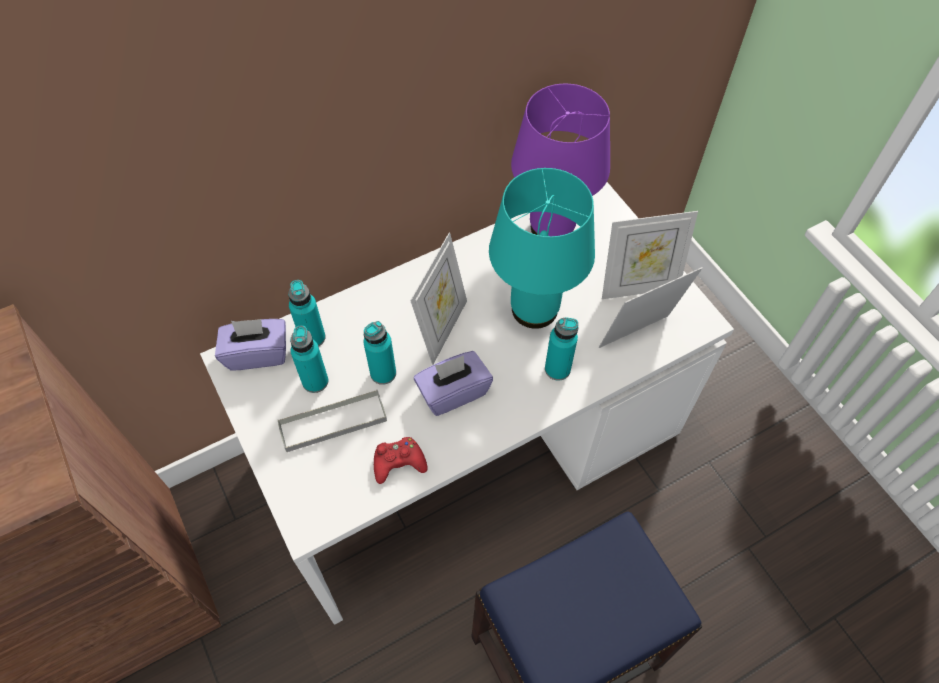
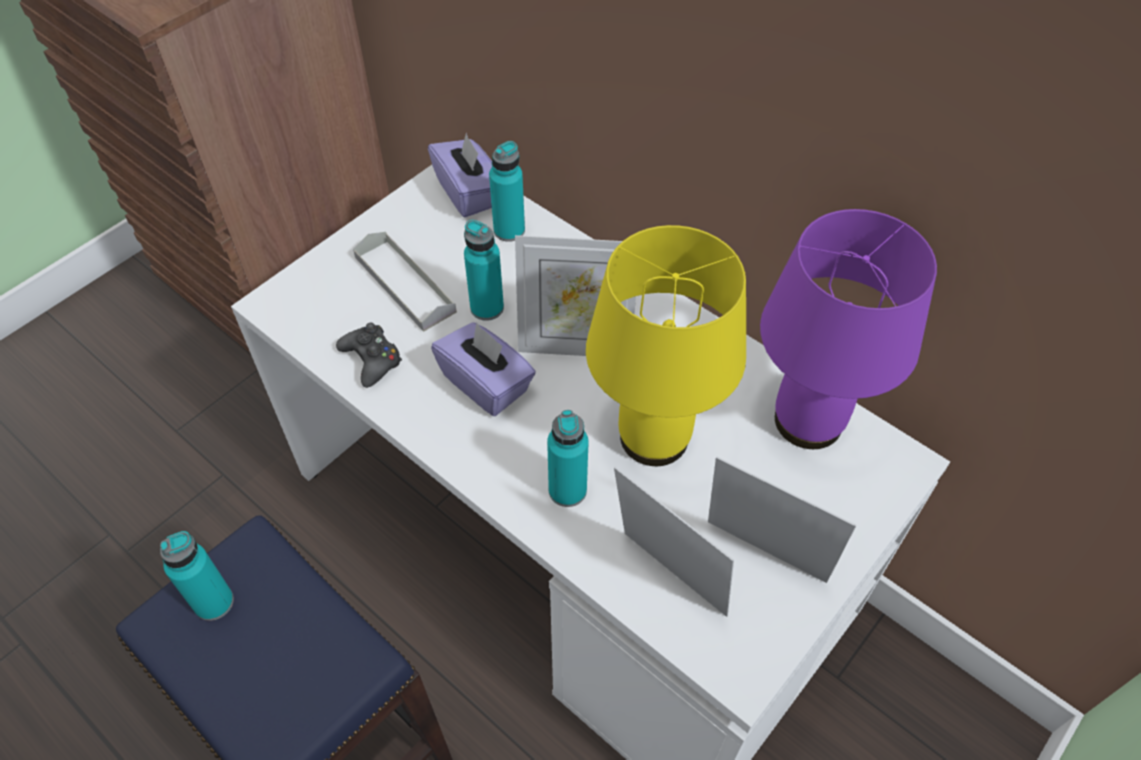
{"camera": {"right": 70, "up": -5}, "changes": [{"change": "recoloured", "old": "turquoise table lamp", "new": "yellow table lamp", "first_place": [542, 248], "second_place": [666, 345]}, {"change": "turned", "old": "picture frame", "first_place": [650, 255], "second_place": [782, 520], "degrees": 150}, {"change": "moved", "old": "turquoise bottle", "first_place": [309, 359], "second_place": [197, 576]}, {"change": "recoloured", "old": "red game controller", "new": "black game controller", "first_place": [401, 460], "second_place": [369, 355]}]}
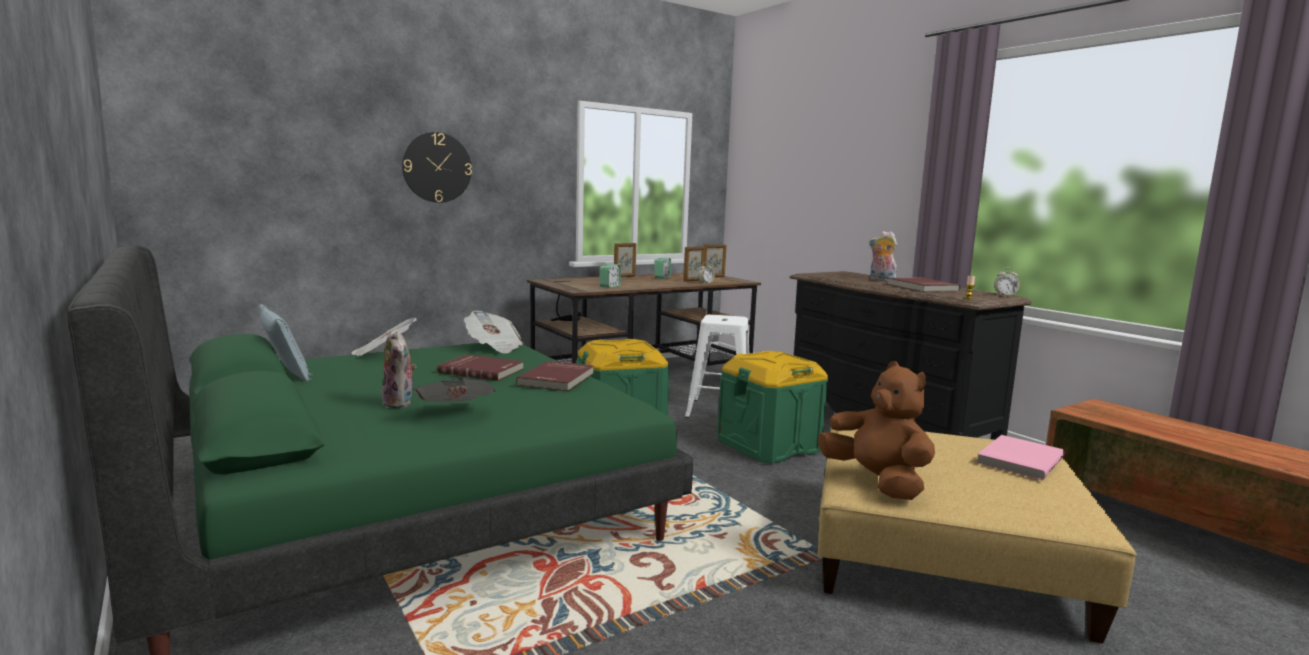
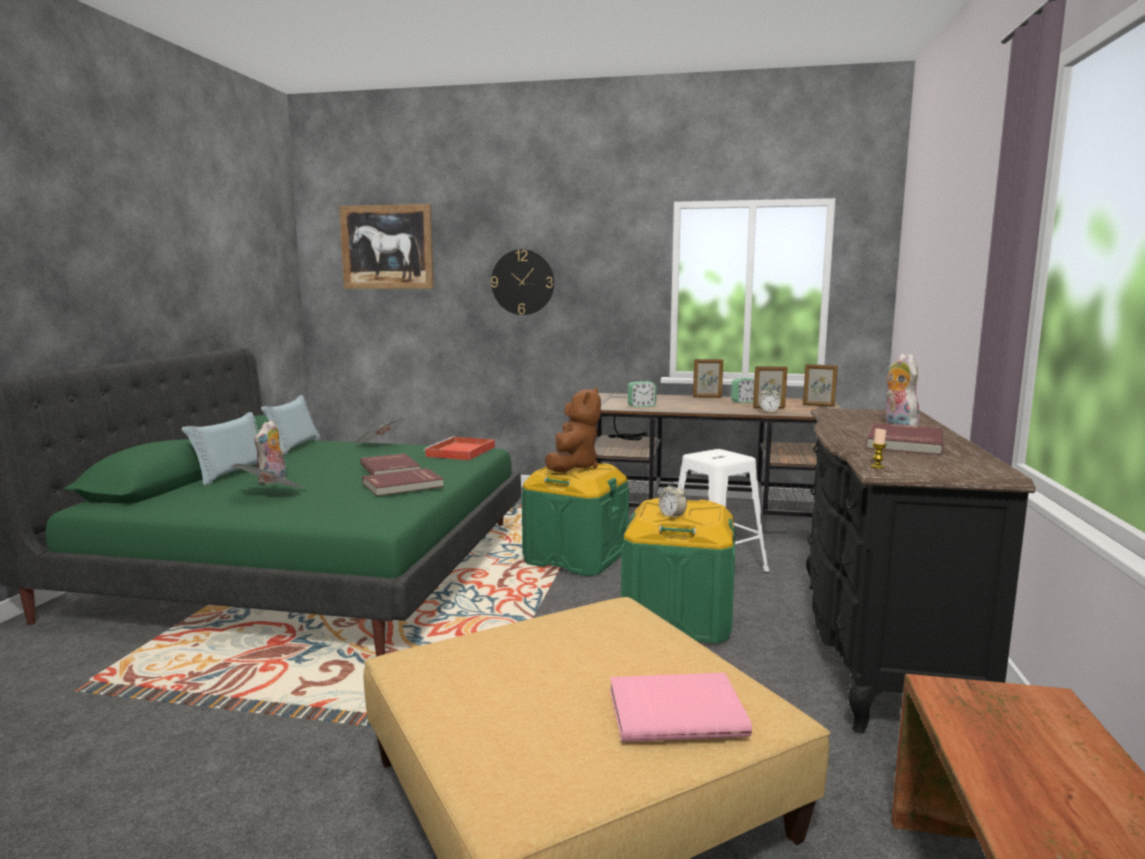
{"camera": {"right": 45, "up": 0}, "changes": [{"change": "moved", "old": "alarm clock", "first_place": [1007, 282], "second_place": [672, 500]}, {"change": "replaced", "old": "newspaper", "new": "red tray", "first_place": [494, 332], "second_place": [459, 448]}, {"change": "moved", "old": "brown plush toy", "first_place": [876, 430], "second_place": [573, 430]}, {"change": "added", "new": "picture", "second_place": [386, 246]}, {"change": "added", "new": "blue pillow", "second_place": [220, 449]}]}
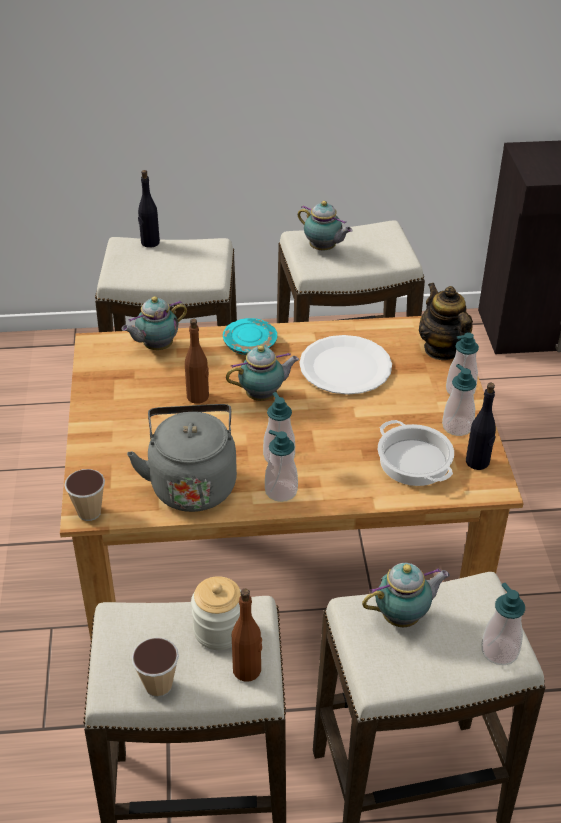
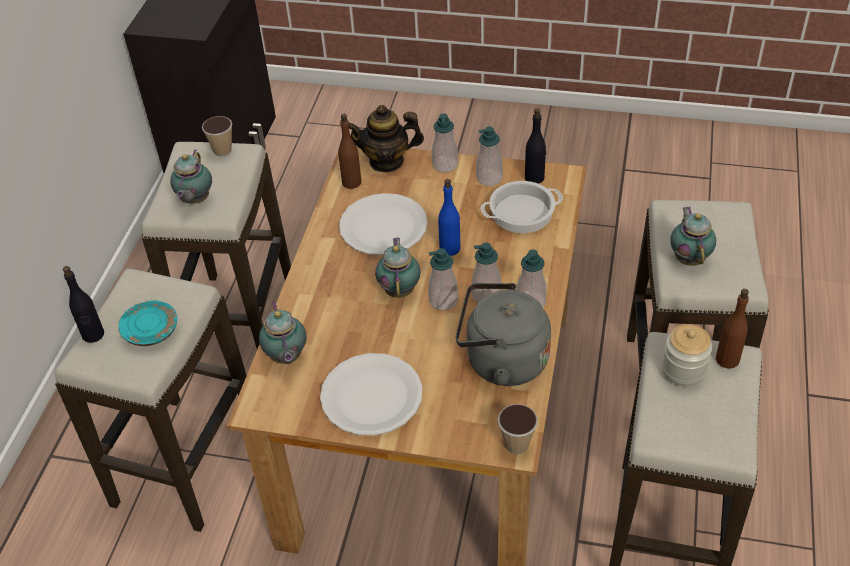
{"camera": {"right": -70, "up": 5}, "changes": [{"change": "turned", "old": "teapot", "first_place": [325, 225], "second_place": [191, 176], "degrees": 135}, {"change": "moved", "old": "turquoise plate", "first_place": [250, 336], "second_place": [148, 323]}, {"change": "moved", "old": "brown bottle", "first_place": [197, 361], "second_place": [350, 151]}, {"change": "moved", "old": "soap dispenser", "first_place": [503, 624], "second_place": [443, 279]}, {"change": "moved", "old": "cup", "first_place": [155, 667], "second_place": [217, 136]}, {"change": "added", "new": "blue bottle", "second_place": [449, 217]}, {"change": "added", "new": "white plate", "second_place": [371, 394]}]}
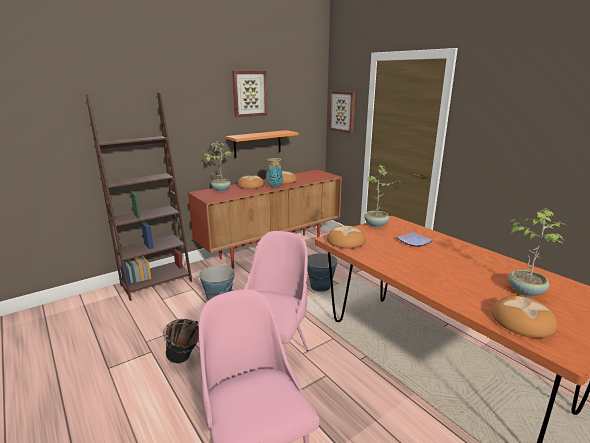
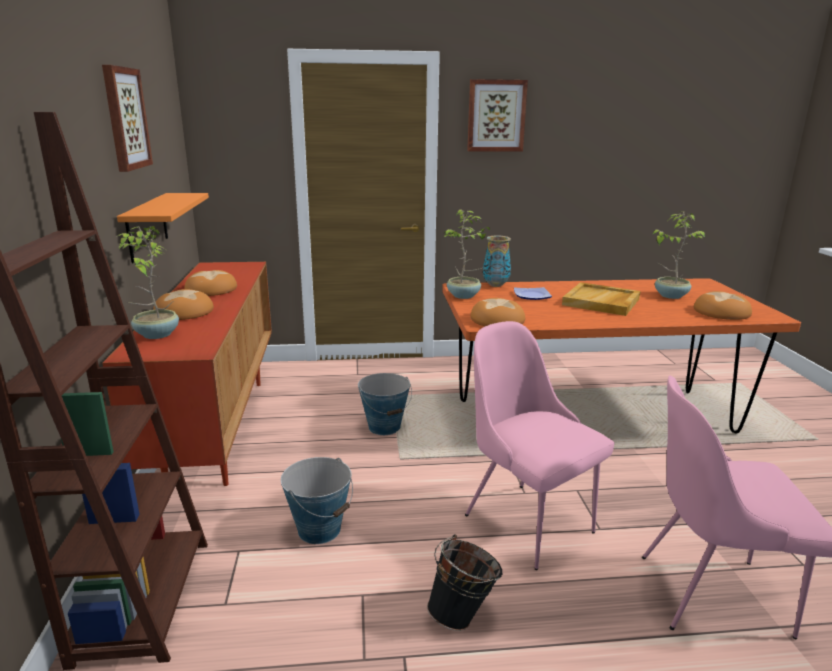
{"camera": {"right": -60, "up": 0}, "changes": [{"change": "moved", "old": "picture", "first_place": [342, 112], "second_place": [497, 115]}, {"change": "moved", "old": "vase", "first_place": [274, 173], "second_place": [497, 261]}, {"change": "added", "new": "beige tray", "second_place": [601, 299]}]}
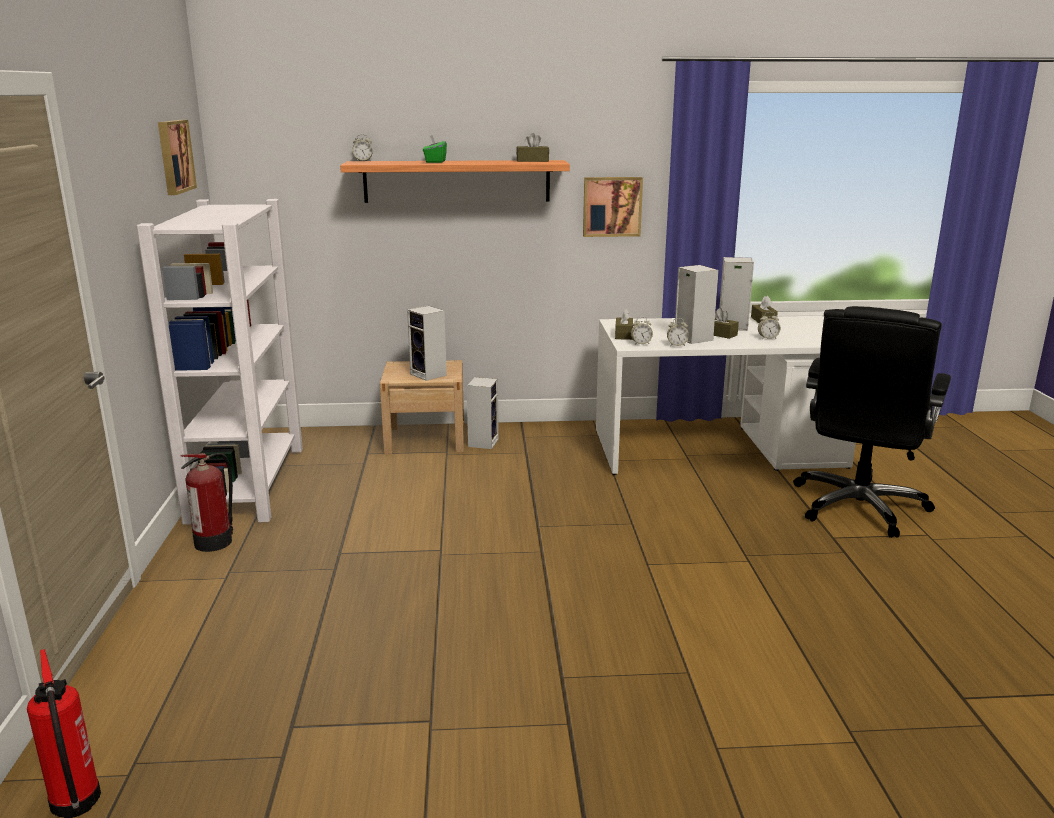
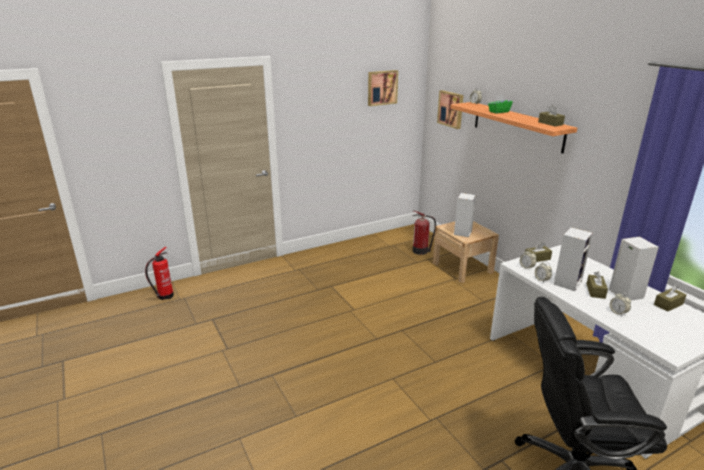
{"camera": {"right": 65, "up": 5}, "changes": [{"change": "moved", "old": "picture", "first_place": [613, 207], "second_place": [450, 109]}, {"change": "removed", "old": "white bookcase", "first_place": [219, 362]}, {"change": "removed", "old": "speaker", "first_place": [483, 413]}, {"change": "moved", "old": "fire extinguisher", "first_place": [206, 502], "second_place": [424, 232]}]}
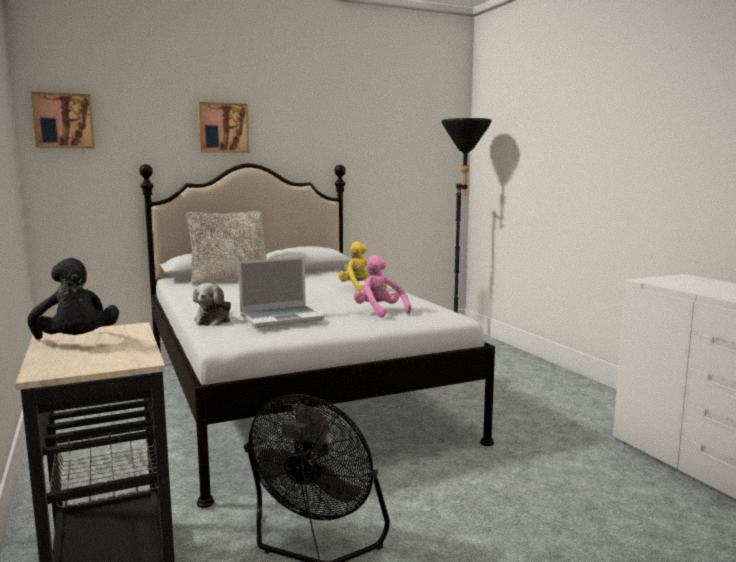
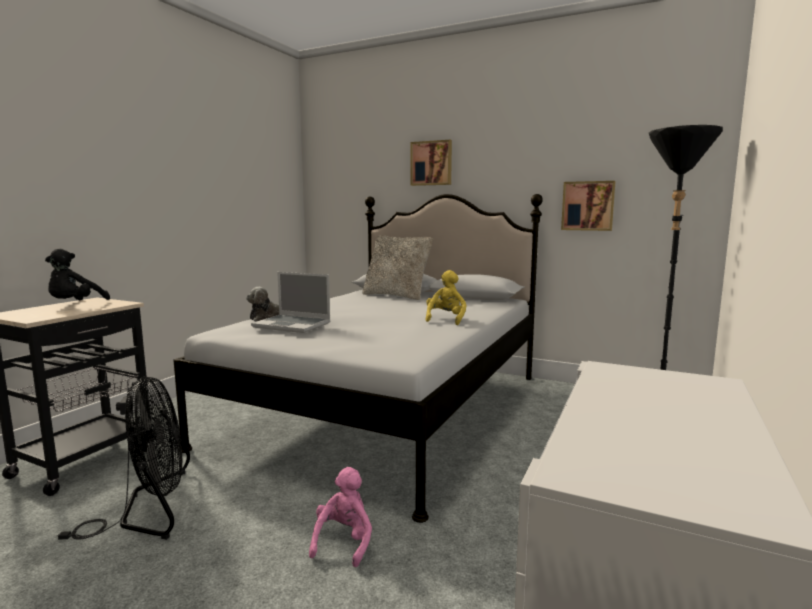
{"camera": {"right": 50, "up": 0}, "changes": [{"change": "moved", "old": "picture", "first_place": [63, 120], "second_place": [588, 206]}, {"change": "moved", "old": "pink plush toy", "first_place": [382, 286], "second_place": [340, 517]}]}
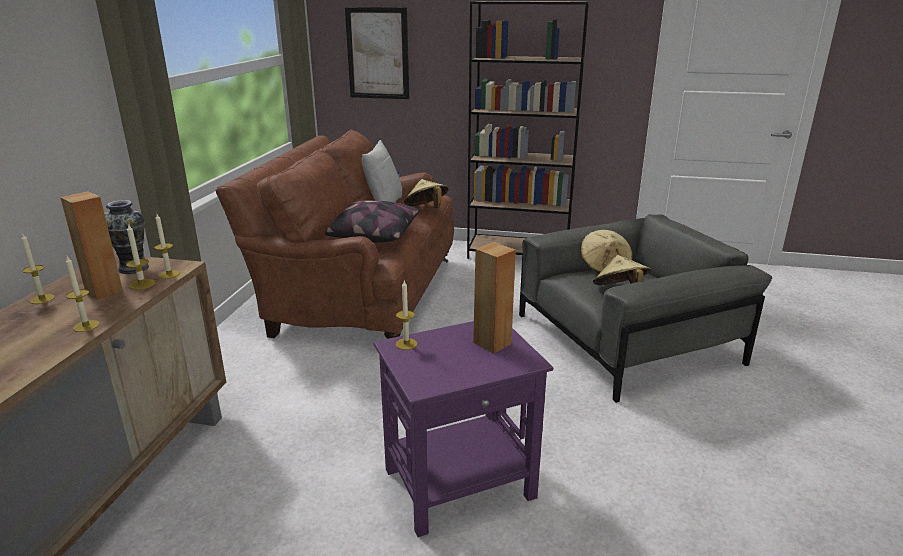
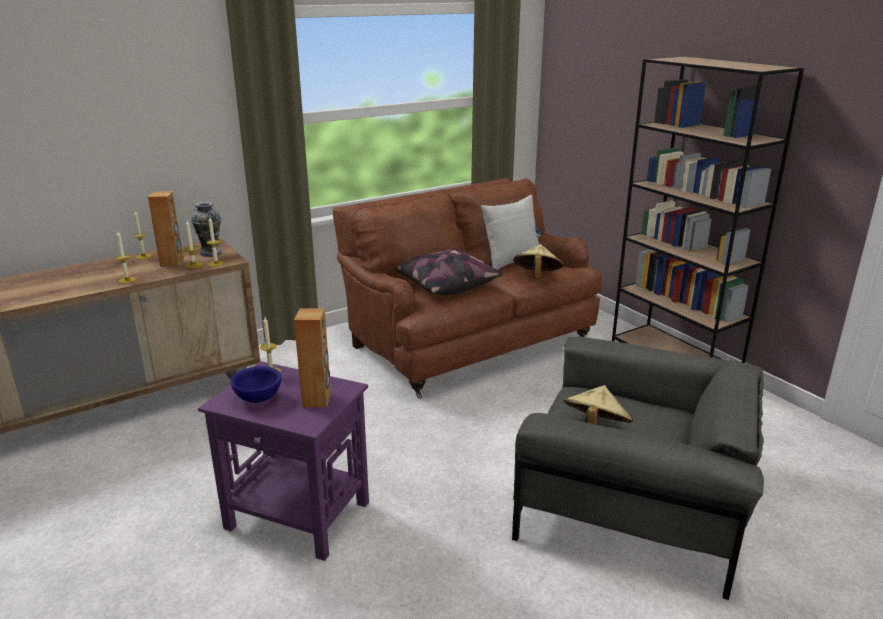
{"camera": {"right": 45, "up": 0}, "changes": [{"change": "removed", "old": "picture", "first_place": [377, 53]}, {"change": "removed", "old": "beige hat", "first_place": [606, 252]}, {"change": "added", "new": "blue bowl", "second_place": [256, 384]}]}
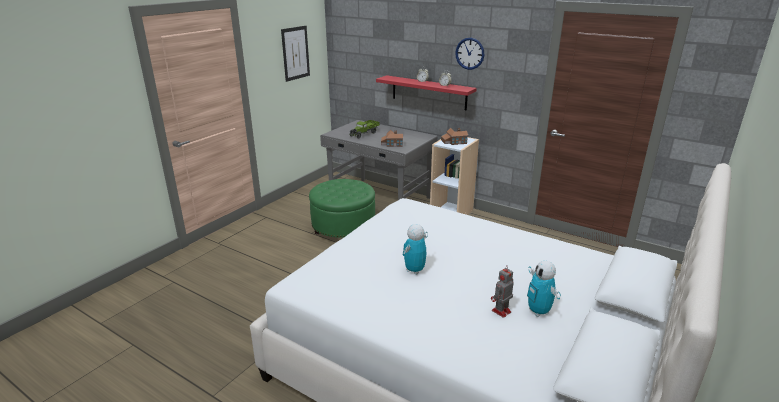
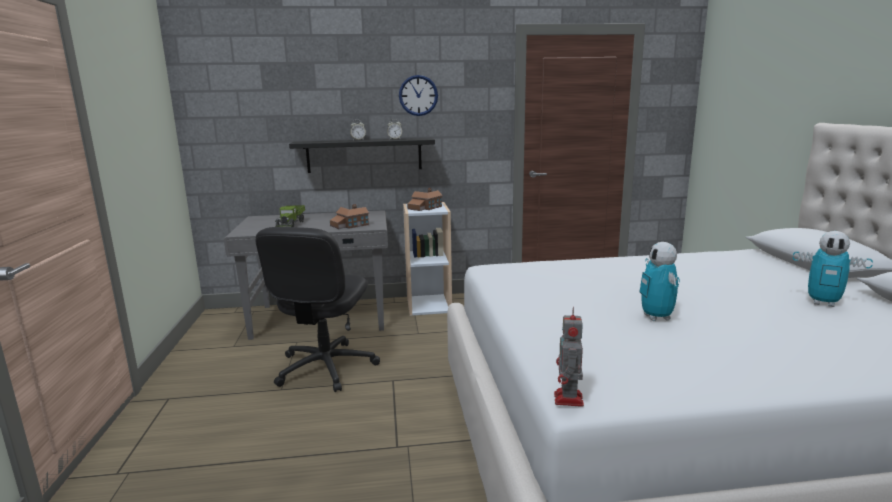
{"camera": {"right": -40, "up": -10}, "changes": [{"change": "removed", "old": "picture", "first_place": [295, 54]}, {"change": "recoloured", "old": "red shelf", "new": "black shelf", "first_place": [426, 93], "second_place": [362, 155]}, {"change": "replaced", "old": "green ottoman", "new": "black office chair", "first_place": [342, 208], "second_place": [317, 309]}, {"change": "moved", "old": "toy robot", "first_place": [502, 291], "second_place": [569, 357]}]}
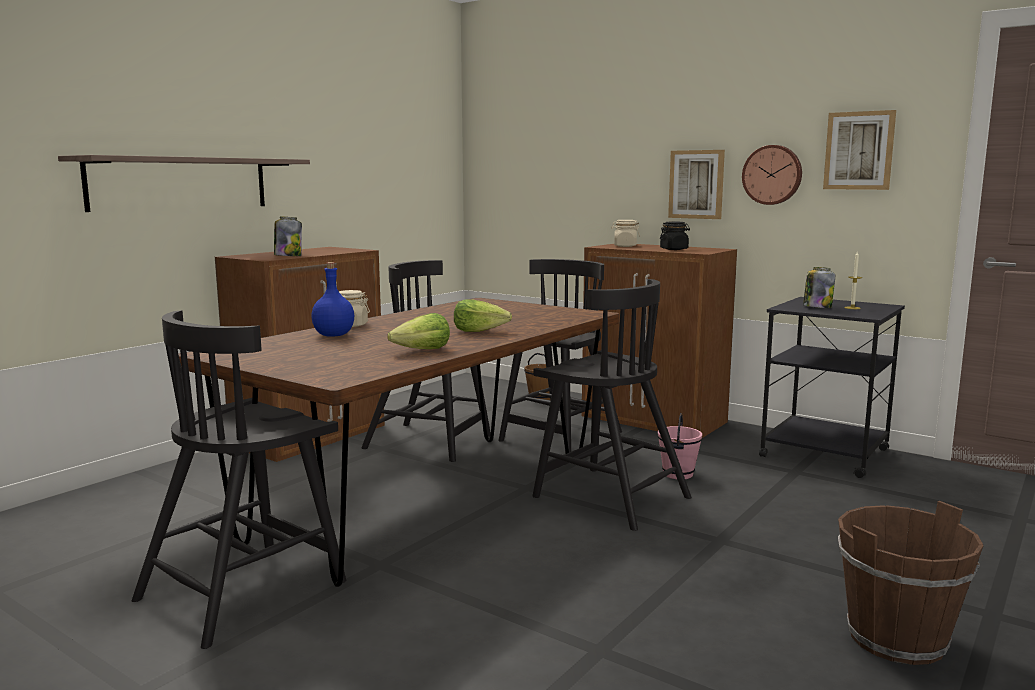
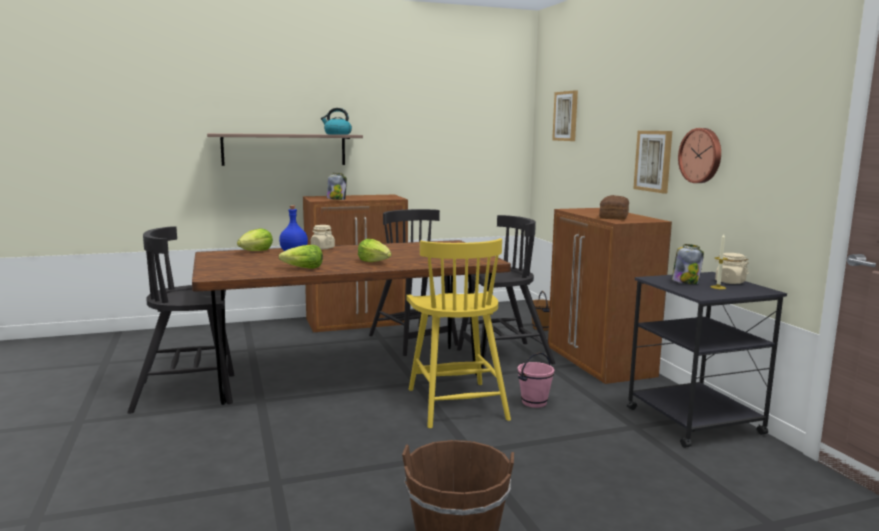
{"camera": {"right": 35, "up": 0}, "changes": [{"change": "moved", "old": "picture", "first_place": [859, 150], "second_place": [565, 115]}, {"change": "moved", "old": "beige jar", "first_place": [625, 233], "second_place": [732, 268]}, {"change": "replaced", "old": "black jar", "new": "bread", "first_place": [675, 236], "second_place": [614, 207]}, {"change": "recoloured", "old": "black chair", "new": "yellow chair", "first_place": [612, 405], "second_place": [458, 333]}, {"change": "added", "new": "kettle", "second_place": [336, 121]}, {"change": "added", "new": "lettuce", "second_place": [255, 239]}]}
